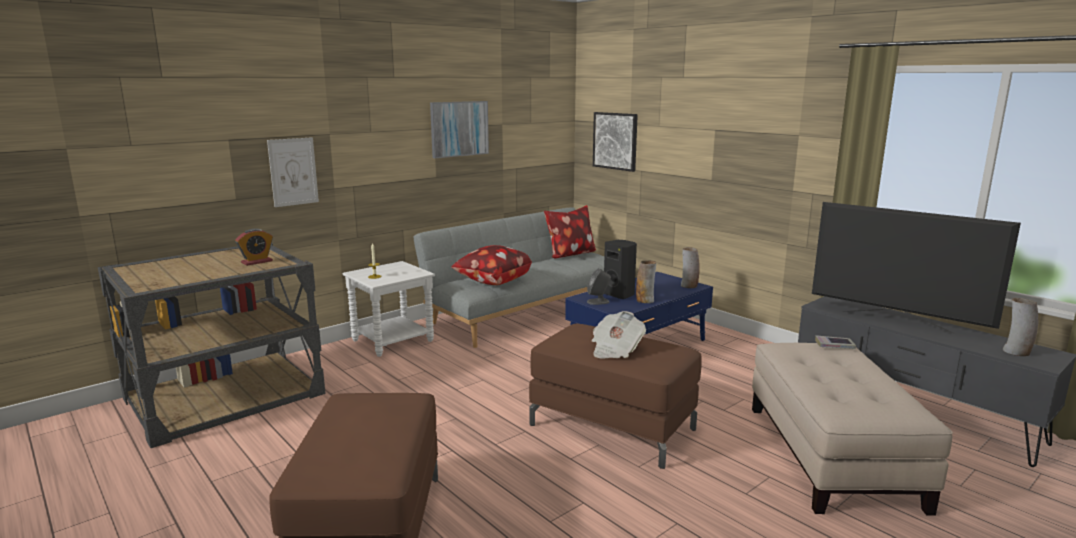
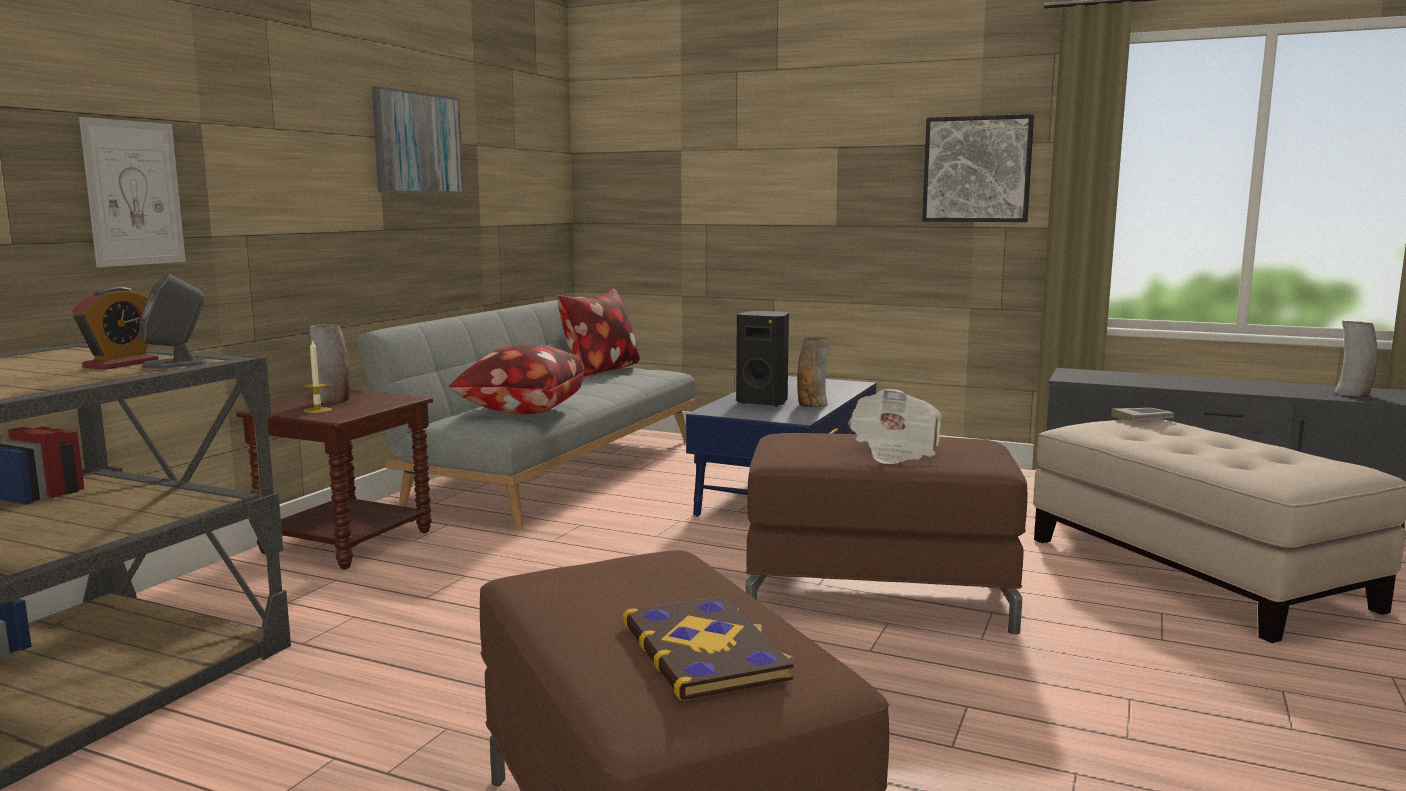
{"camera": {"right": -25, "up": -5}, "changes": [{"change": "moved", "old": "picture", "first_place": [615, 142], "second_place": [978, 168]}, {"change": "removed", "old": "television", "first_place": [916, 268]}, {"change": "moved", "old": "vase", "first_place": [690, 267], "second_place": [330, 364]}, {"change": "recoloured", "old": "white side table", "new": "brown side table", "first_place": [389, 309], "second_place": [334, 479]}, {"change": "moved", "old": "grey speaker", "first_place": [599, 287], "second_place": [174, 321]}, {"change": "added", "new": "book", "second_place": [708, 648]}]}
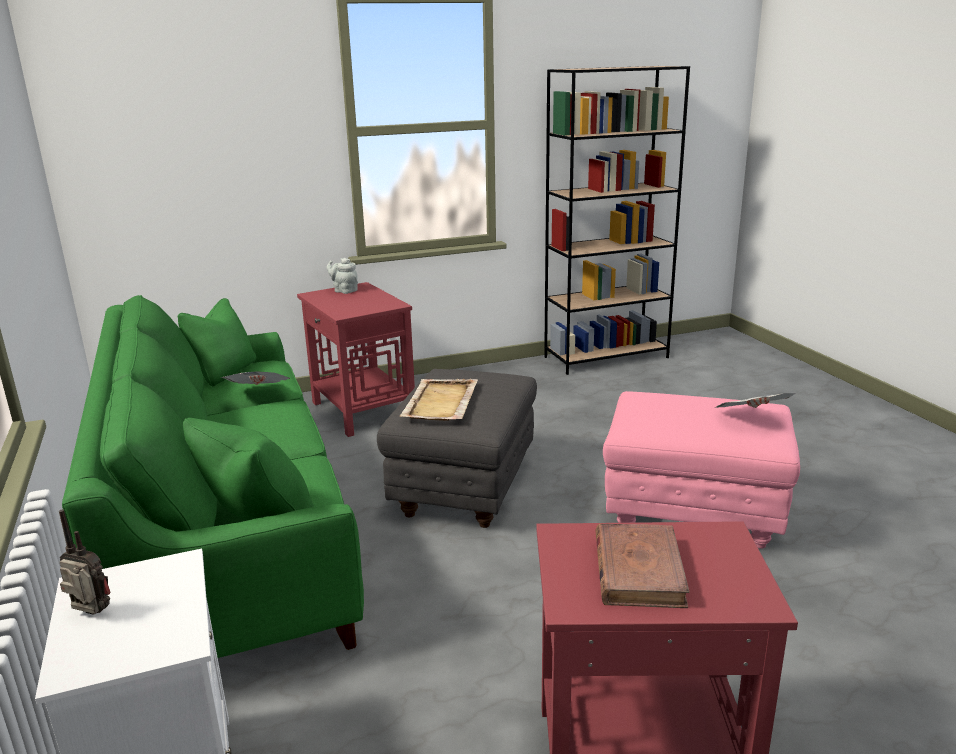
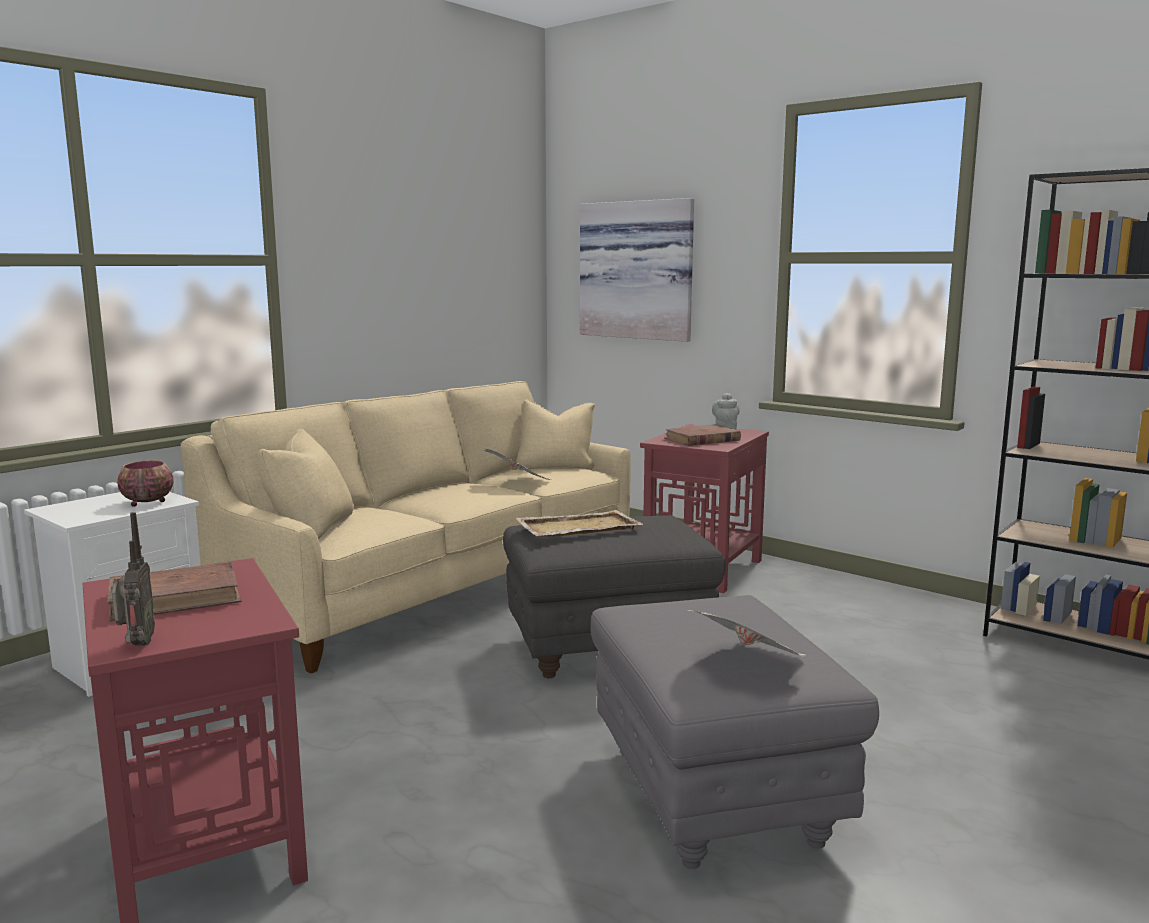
{"camera": {"right": 60, "up": -10}, "changes": [{"change": "recoloured", "old": "green sofa", "new": "beige sofa", "first_place": [213, 476], "second_place": [406, 527]}, {"change": "recoloured", "old": "pink ottoman", "new": "grey ottoman", "first_place": [701, 470], "second_place": [735, 732]}, {"change": "moved", "old": "radio", "first_place": [84, 562], "second_place": [133, 579]}, {"change": "added", "new": "picture", "second_place": [637, 270]}, {"change": "added", "new": "brown book", "second_place": [702, 435]}, {"change": "added", "new": "bowl", "second_place": [145, 483]}]}
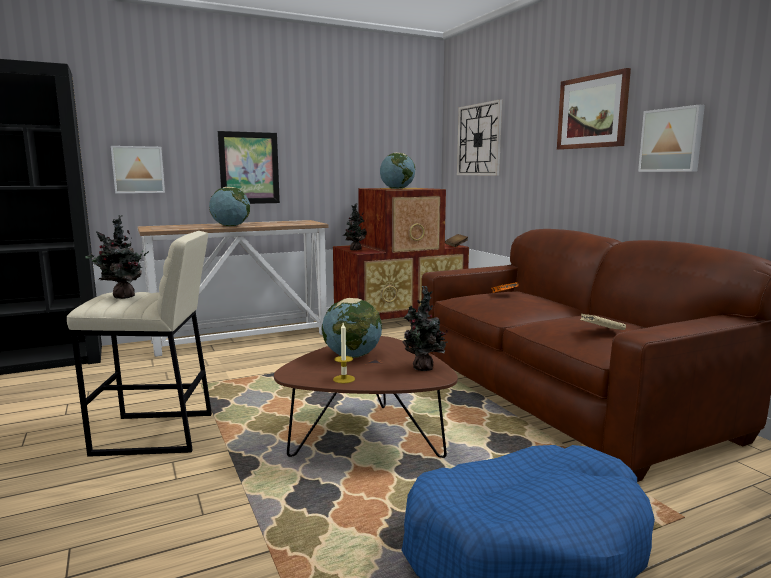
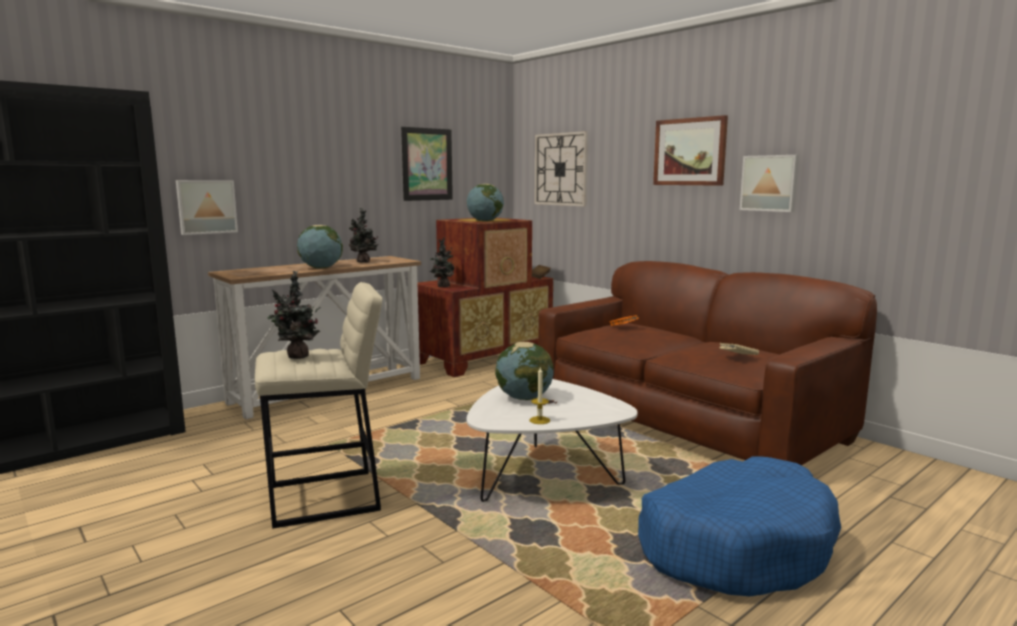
{"camera": {"right": -15, "up": 0}, "changes": [{"change": "moved", "old": "picture", "first_place": [249, 167], "second_place": [427, 164]}, {"change": "moved", "old": "potted plant", "first_place": [425, 328], "second_place": [363, 235]}, {"change": "recoloured", "old": "brown coffee table", "new": "white coffee table", "first_place": [366, 397], "second_place": [552, 440]}]}
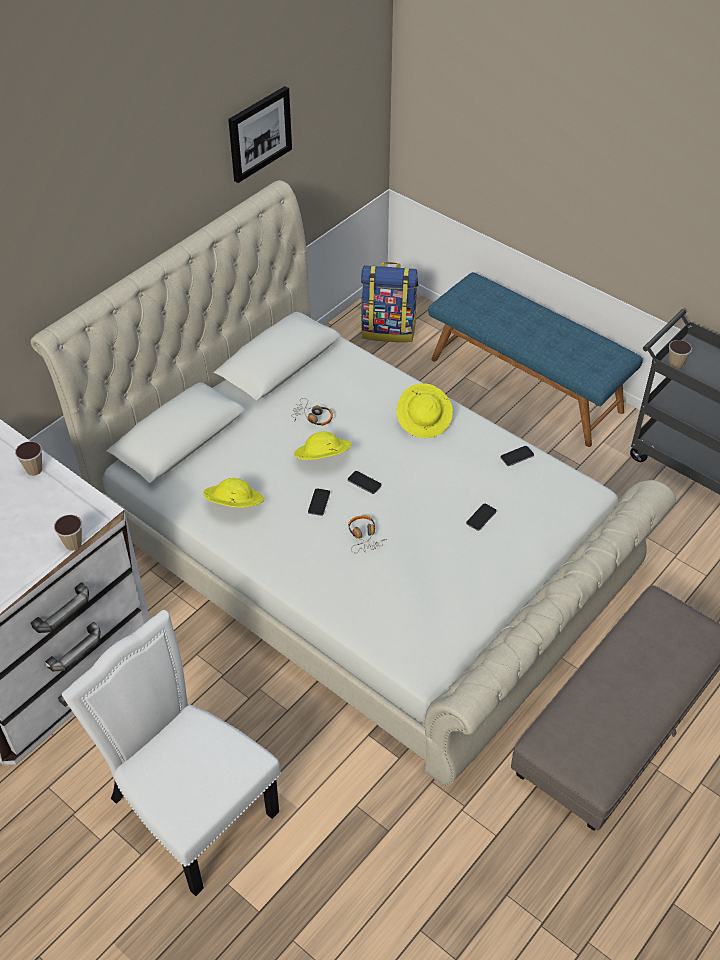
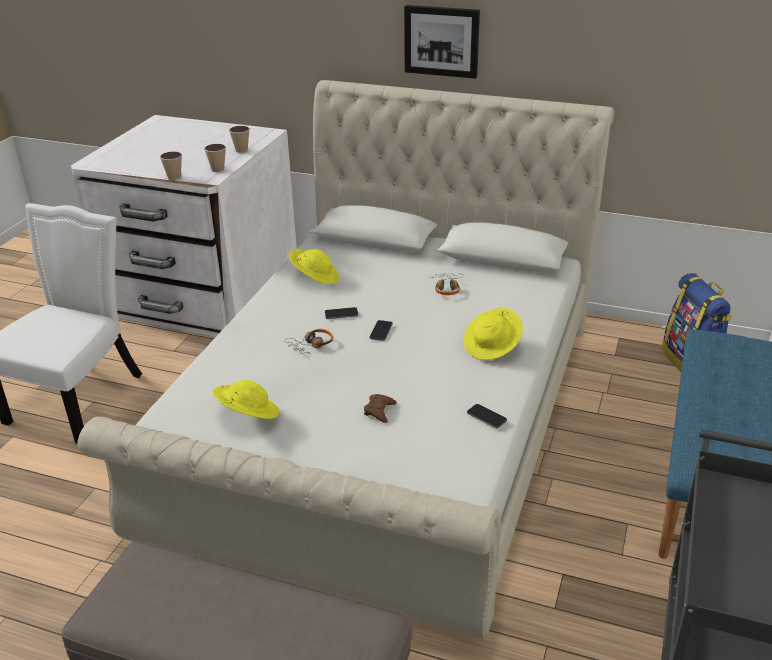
{"camera": {"right": 70, "up": -15}, "changes": [{"change": "moved", "old": "picture", "first_place": [260, 134], "second_place": [442, 42]}, {"change": "moved", "old": "cup", "first_place": [680, 355], "second_place": [215, 158]}, {"change": "moved", "old": "yellow hat", "first_place": [322, 445], "second_place": [245, 399]}, {"change": "replaced", "old": "phone", "new": "brown game controller", "first_place": [481, 517], "second_place": [380, 408]}]}
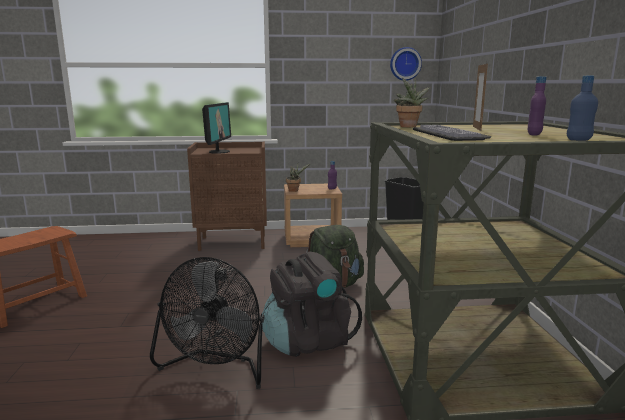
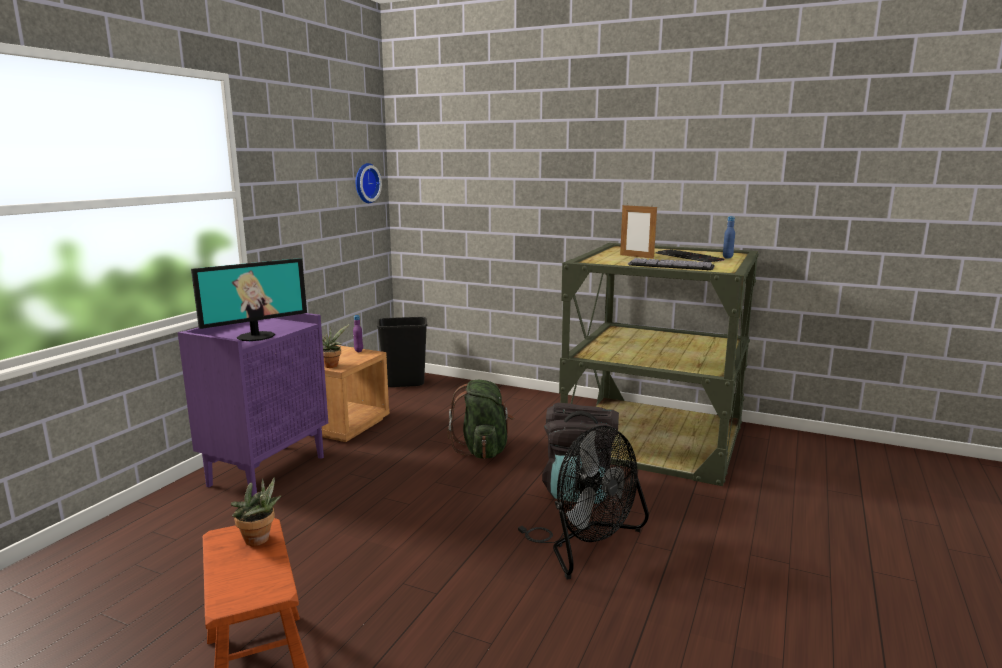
{"camera": {"right": -60, "up": 0}, "changes": [{"change": "replaced", "old": "purple bottle", "new": "keyboard", "first_place": [537, 105], "second_place": [690, 256]}, {"change": "moved", "old": "potted plant", "first_place": [412, 102], "second_place": [256, 511]}, {"change": "turned", "old": "monitor", "first_place": [216, 128], "second_place": [249, 299], "degrees": 105}, {"change": "recoloured", "old": "brown cabinet", "new": "purple cabinet", "first_place": [227, 196], "second_place": [253, 405]}]}
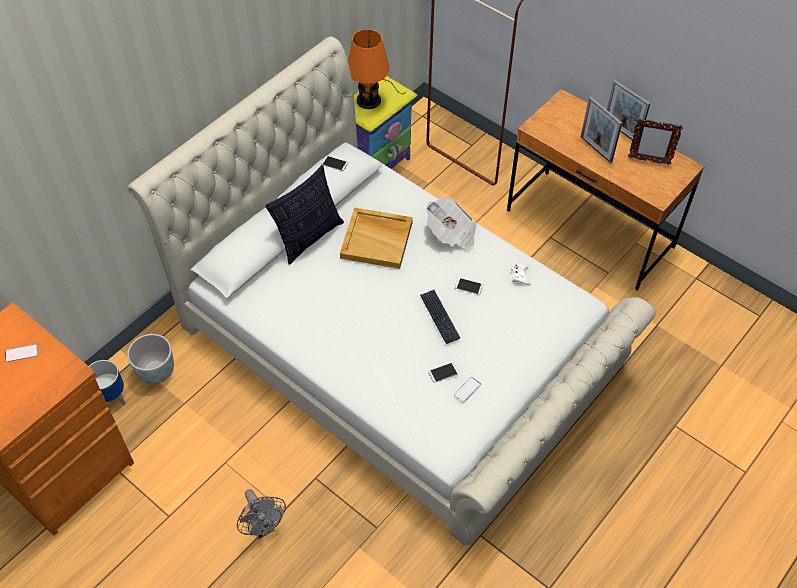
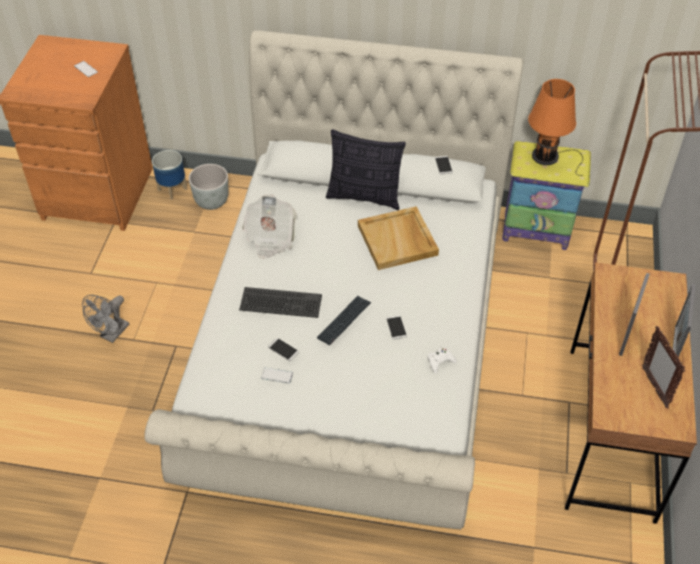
{"camera": {"right": 60, "up": -5}, "changes": [{"change": "moved", "old": "newspaper", "first_place": [451, 223], "second_place": [269, 226]}, {"change": "added", "new": "keyboard", "second_place": [280, 302]}]}
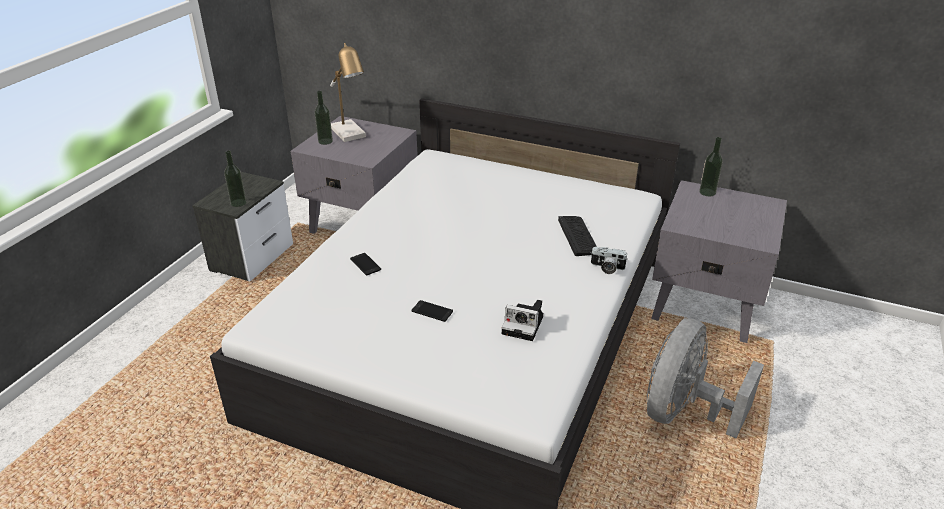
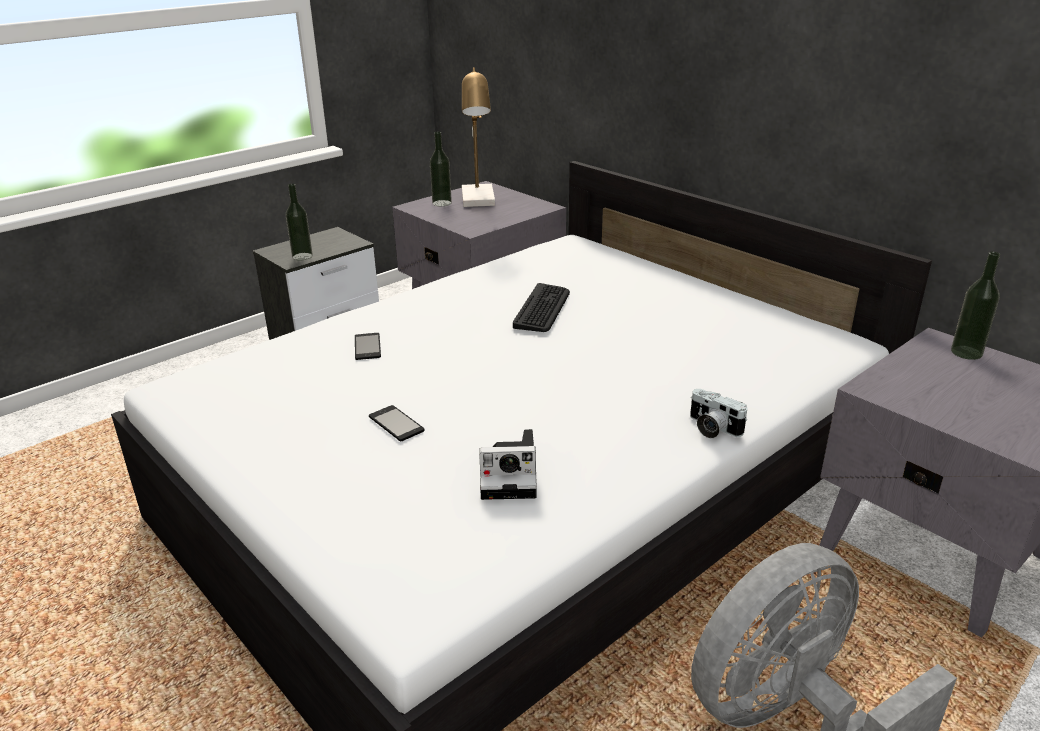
{"camera": {"right": 25, "up": -5}, "changes": [{"change": "moved", "old": "keyboard", "first_place": [577, 236], "second_place": [541, 307]}, {"change": "turned", "old": "photo camera", "first_place": [522, 320], "second_place": [508, 464], "degrees": -45}]}
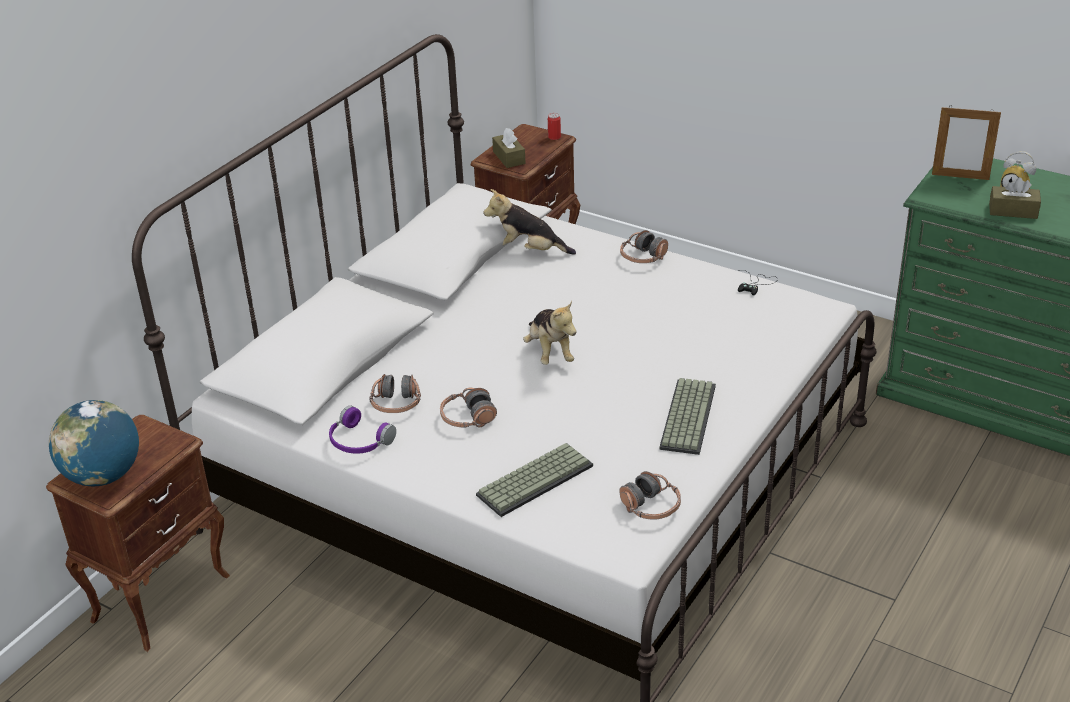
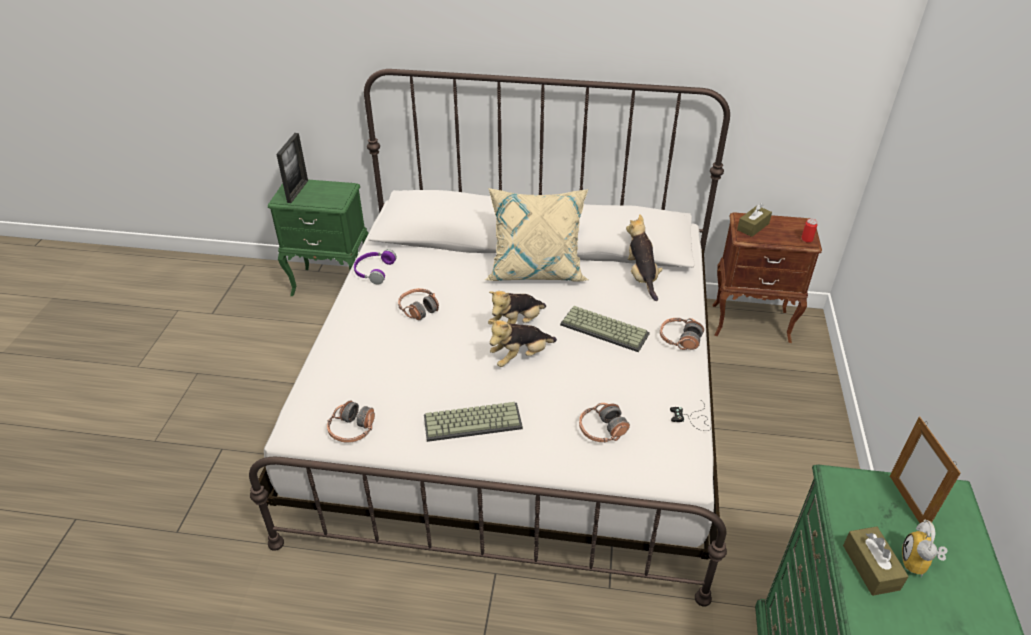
{"camera": {"right": 65, "up": 5}, "changes": [{"change": "moved", "old": "headphones", "first_place": [395, 393], "second_place": [604, 422]}, {"change": "replaced", "old": "globe", "new": "picture frame", "first_place": [94, 443], "second_place": [292, 168]}, {"change": "recoloured", "old": "brown nightstand", "new": "green nightstand", "first_place": [138, 533], "second_place": [318, 238]}, {"change": "moved", "old": "keyboard", "first_place": [534, 480], "second_place": [605, 329]}, {"change": "added", "new": "beige pillow", "second_place": [536, 235]}, {"change": "added", "new": "plush toy", "second_place": [522, 343]}]}
